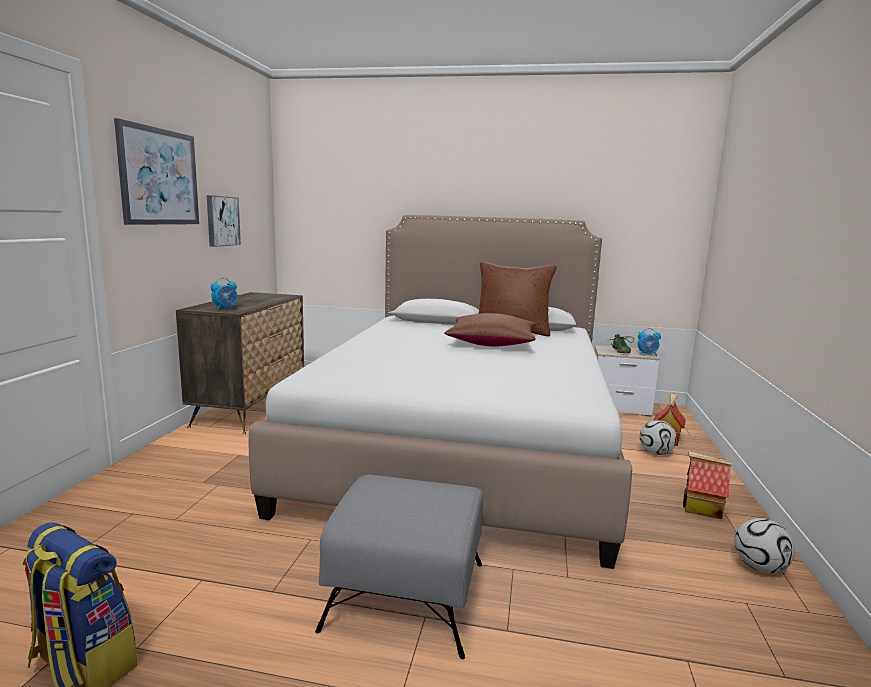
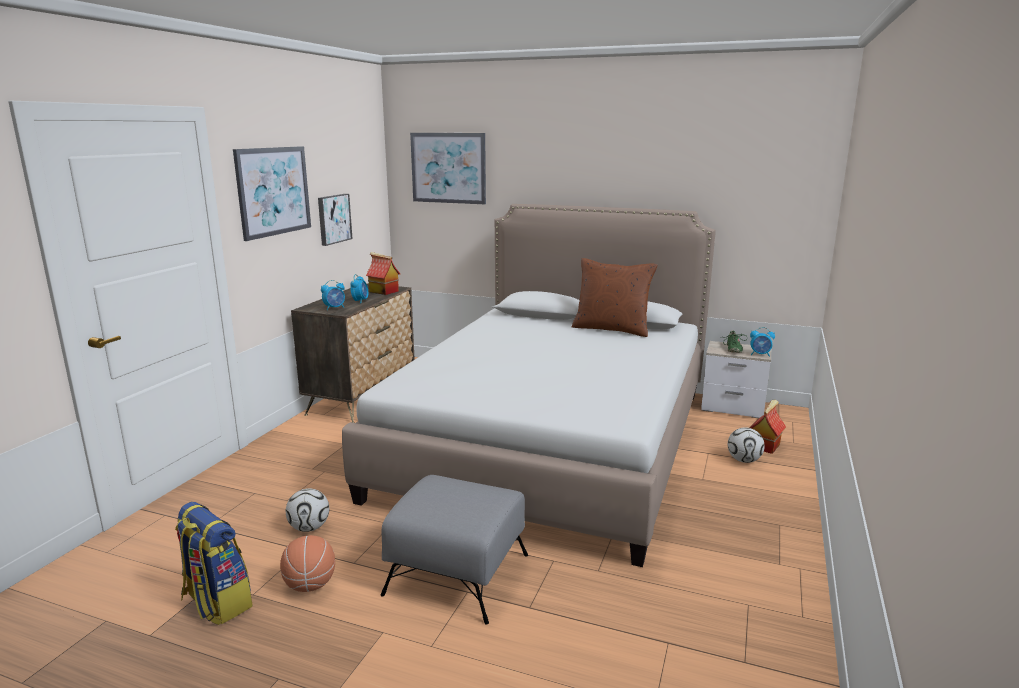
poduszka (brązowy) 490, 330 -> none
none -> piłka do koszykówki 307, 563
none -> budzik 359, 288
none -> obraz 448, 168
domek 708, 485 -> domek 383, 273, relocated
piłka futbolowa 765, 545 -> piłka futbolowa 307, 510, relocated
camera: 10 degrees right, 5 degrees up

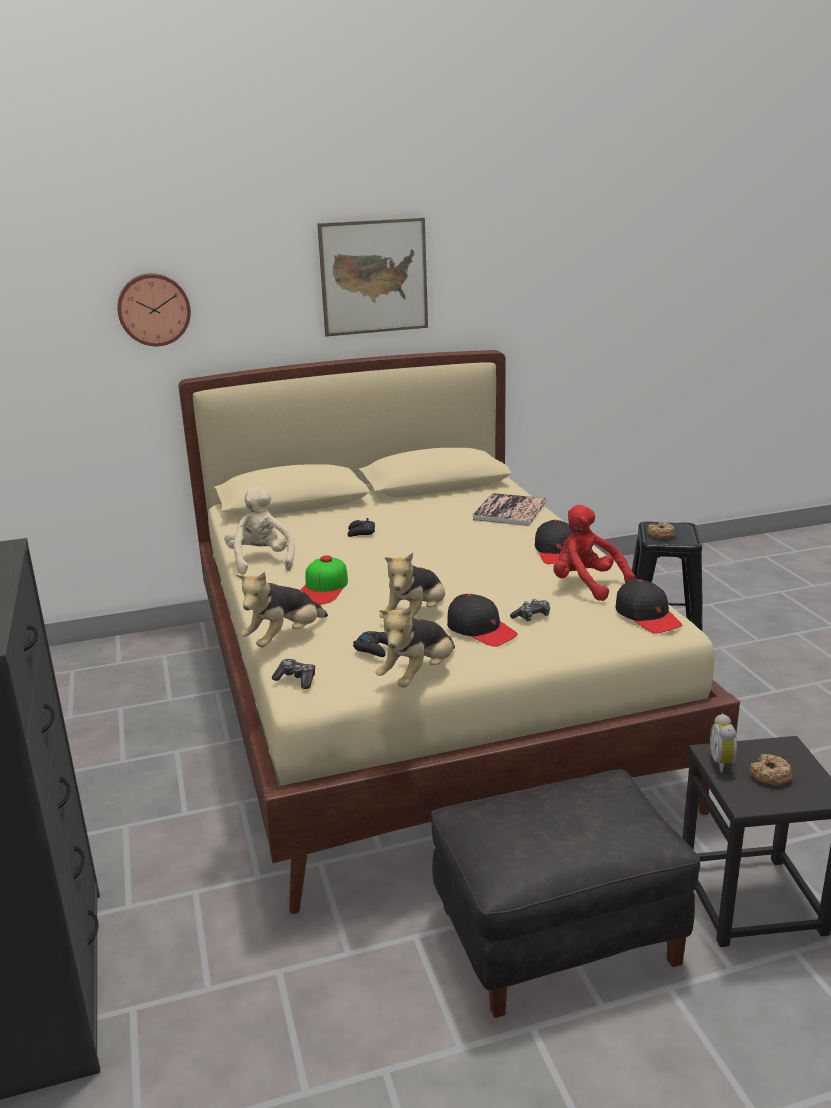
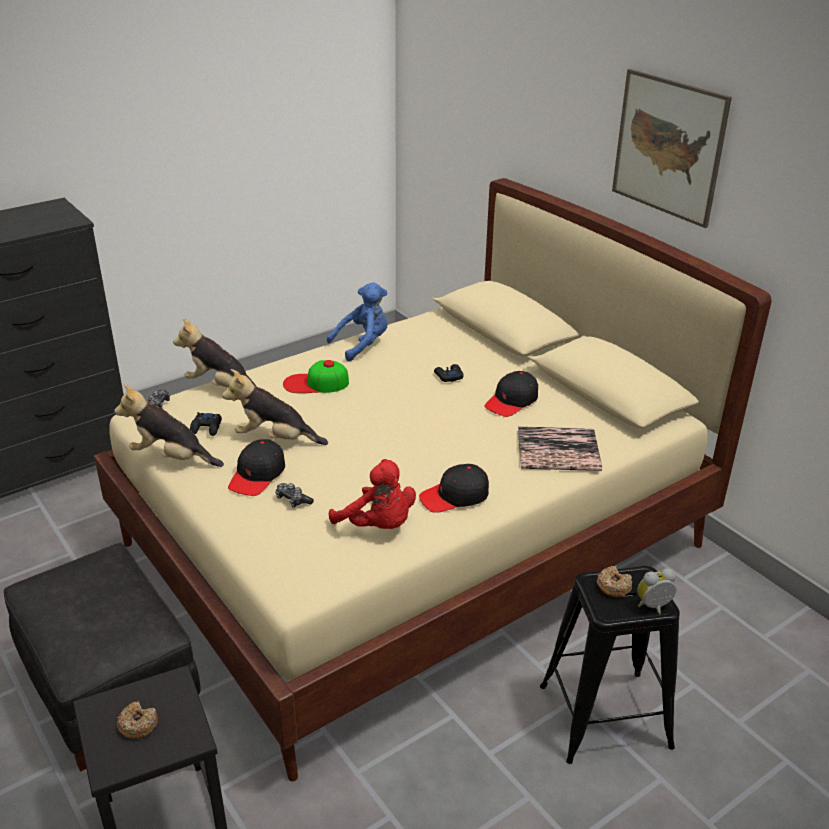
zegar ścienny 154, 309 -> none
czapka z daszkiem (czarny) 648, 606 -> czapka z daszkiem (czarny) 511, 394, relocated
budzik 723, 743 -> budzik 656, 591, relocated
pluszak (beżowy) 259, 530 -> pluszak (niebieski) 357, 322
pluszak (czerwony) 594, 553 -> pluszak (czerwony) 372, 494, 105 degrees clockwise
camera: 70 degrees right, 10 degrees up

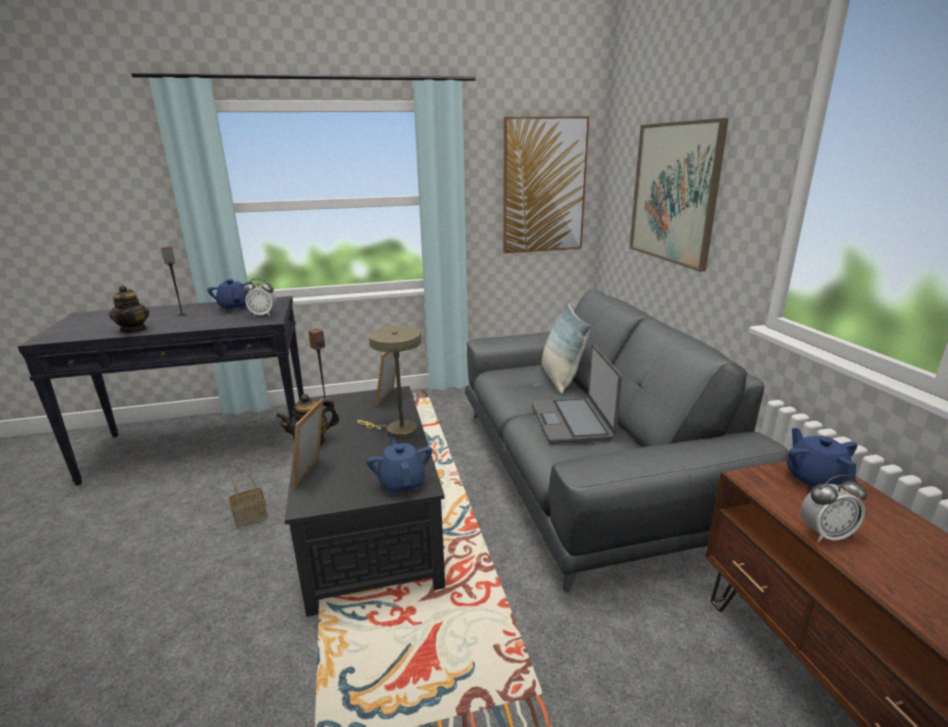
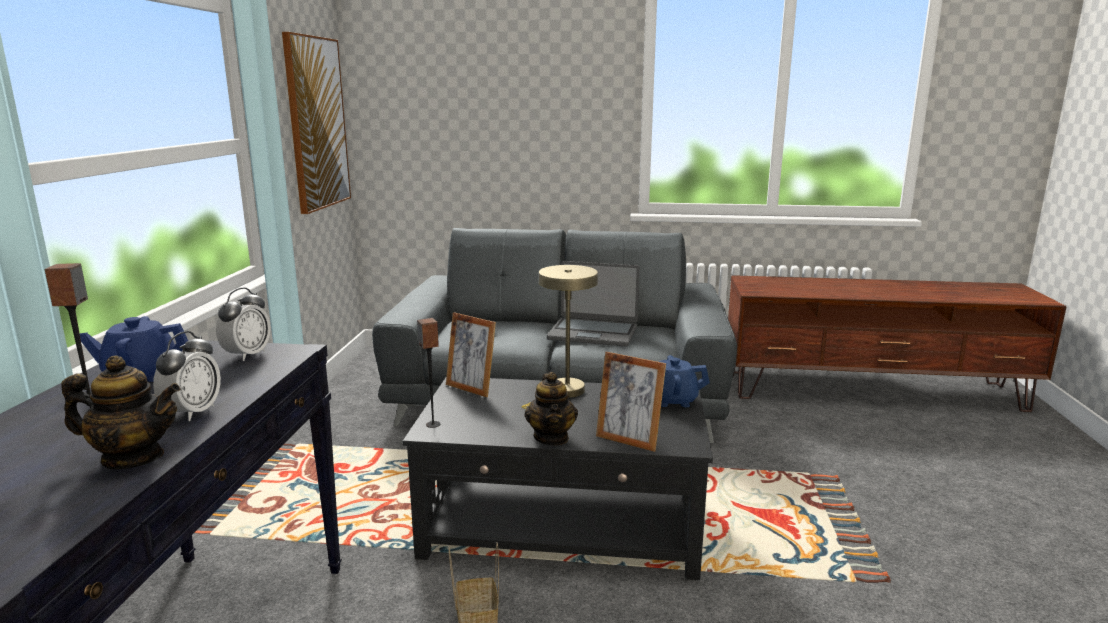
poduszka 566, 348 -> none
obraz 679, 195 -> none
imbryk (niebieski) 821, 459 -> none
budzik 834, 508 -> budzik 187, 376, relocated
camera: 70 degrees left, 5 degrees down

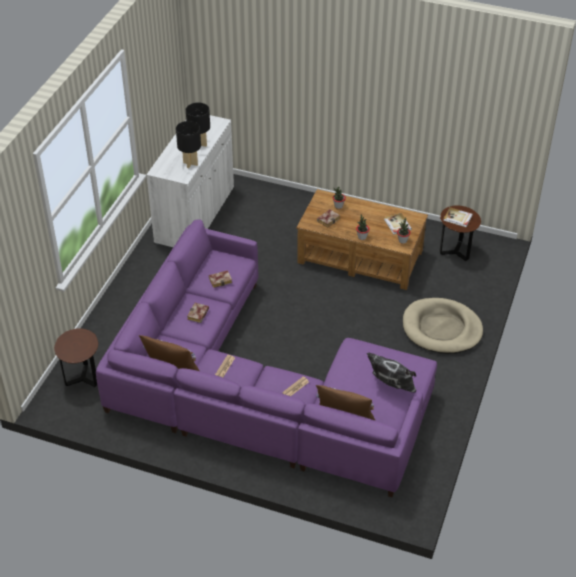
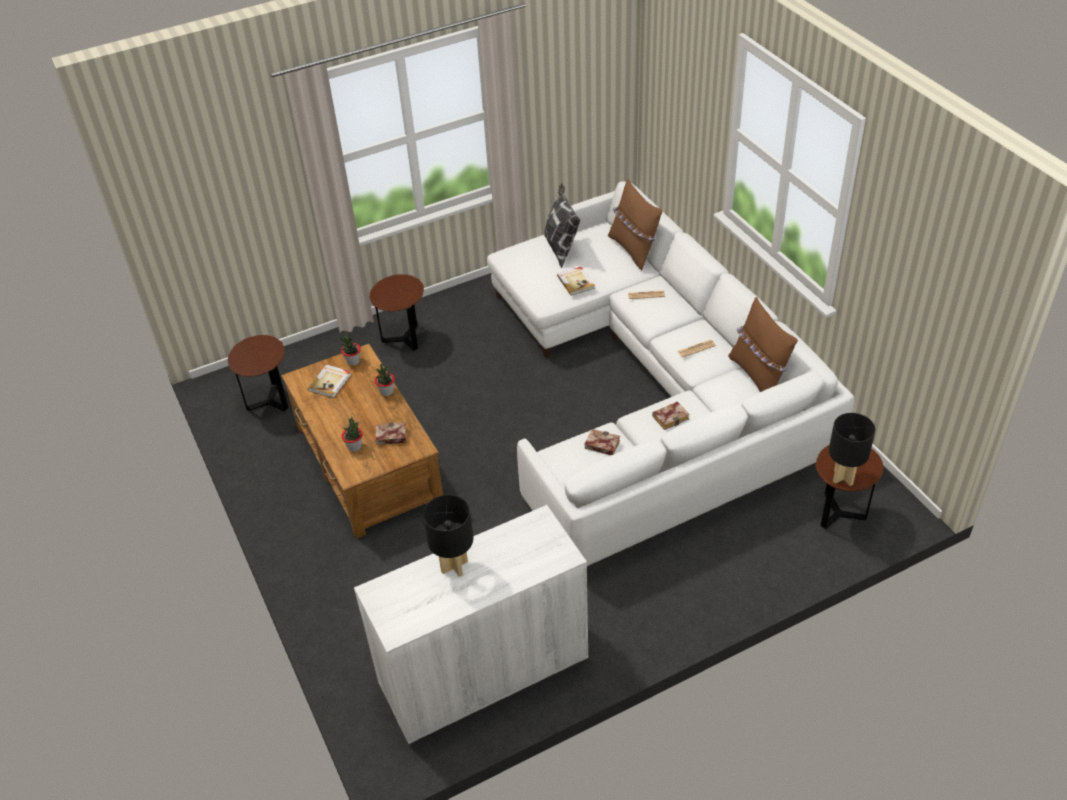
lampa stołowa (czarny) 188, 144 -> lampa stołowa (czarny) 852, 449, relocated
książka 458, 217 -> książka 576, 281, relocated
legowisko (beżowy) 443, 326 -> stolik (brązowy) 396, 312
kanapa (fioletowy) 266, 358 -> kanapa (biały) 670, 374
camera: 135 degrees left, 0 degrees up

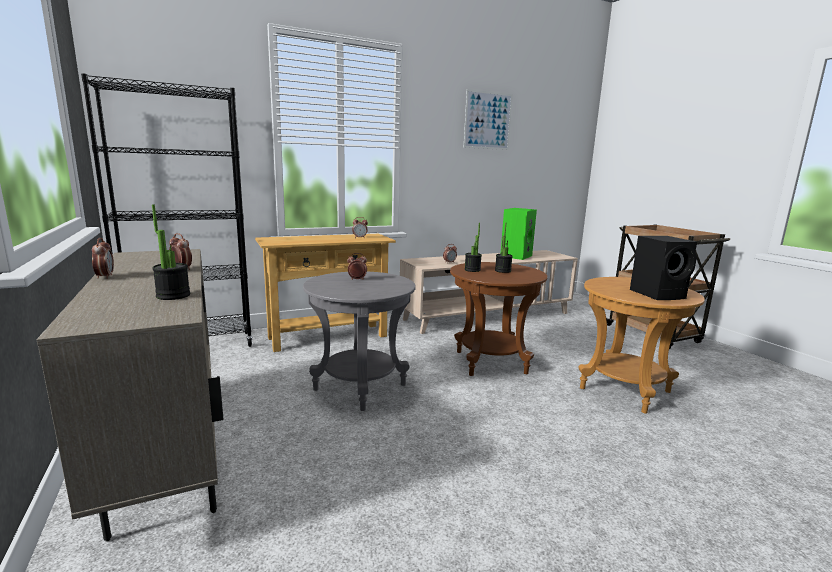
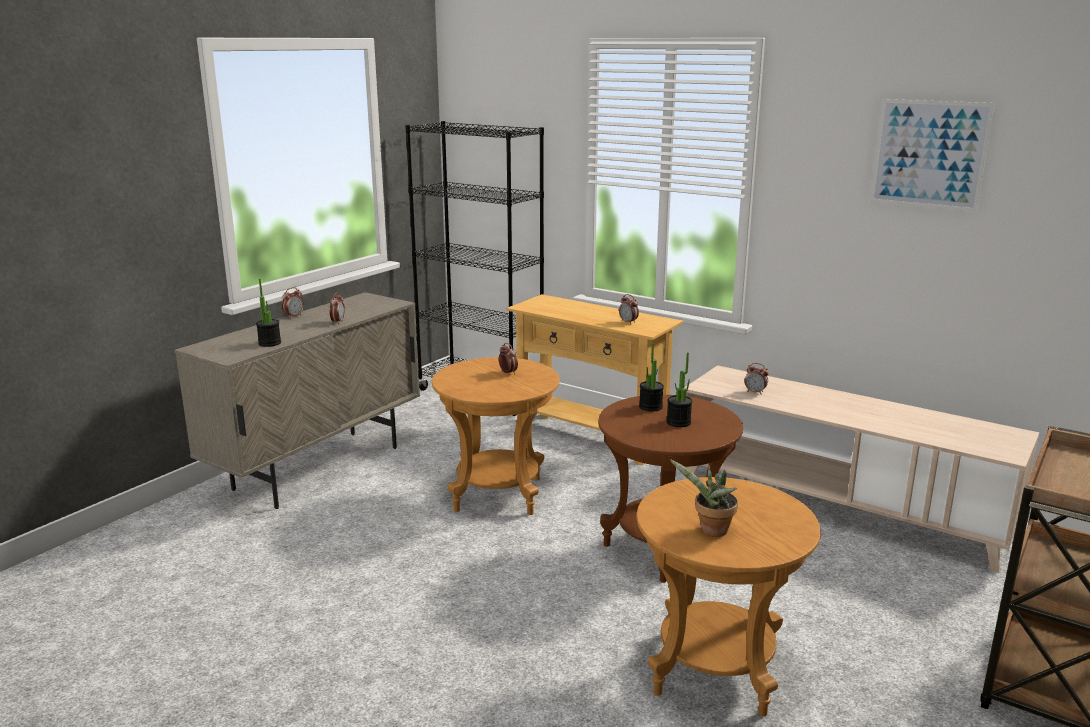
głośnik (zielony) 519, 234 -> none
głośnik (czarny) 663, 268 -> roślina doniczkowa 704, 498
stolik (szary) 359, 341 -> stolik (brązowy) 496, 436
camera: 60 degrees right, 5 degrees up

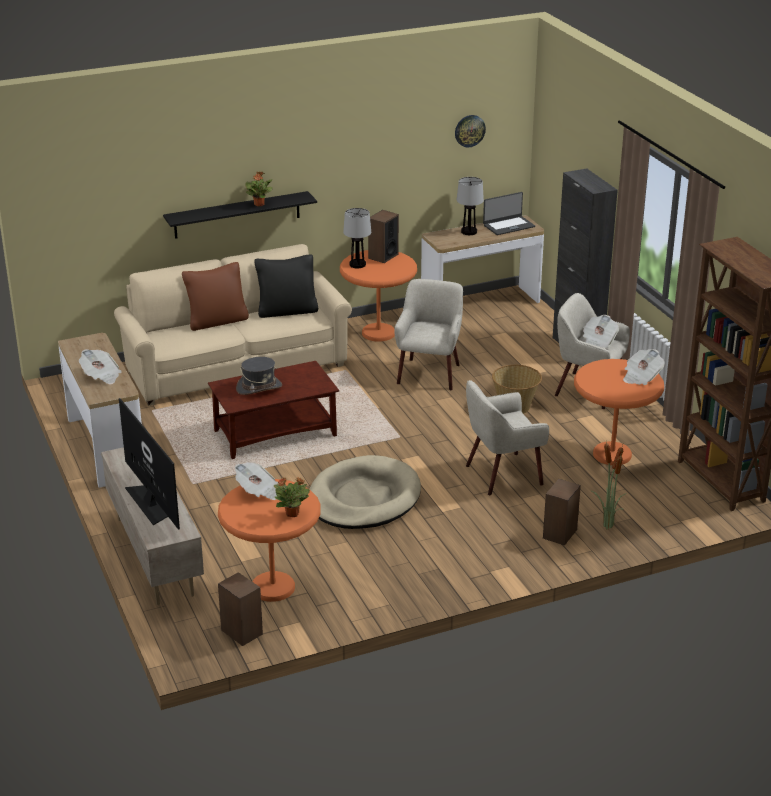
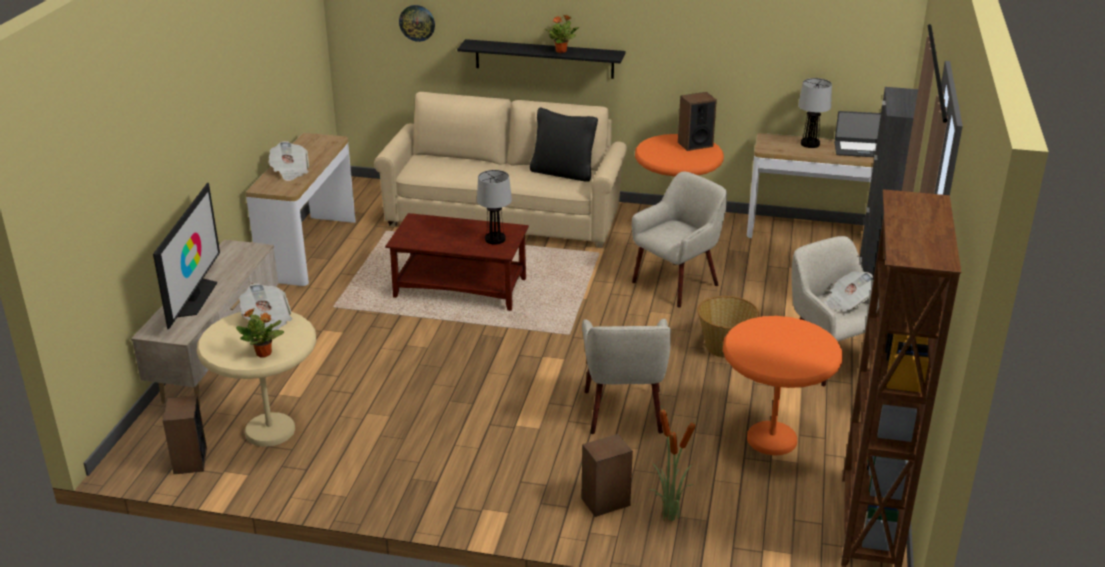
poduszka (brązowy) 215, 296 -> none
kapelusz (szary) 259, 376 -> none
legowisko (beżowy) 365, 492 -> none
gazeta 644, 367 -> none
lampa stołowa 357, 238 -> lampa stołowa 494, 207, relocated
zegar ścienny 470, 131 -> zegar ścienny 417, 23, relocated
stolik (pomarańczowy) 269, 540 -> stolik (beżowy) 256, 379
fotel (beżowy) 507, 437 -> fotel (beżowy) 626, 376, 105 degrees counterclockwise
camera: 35 degrees right, 0 degrees up

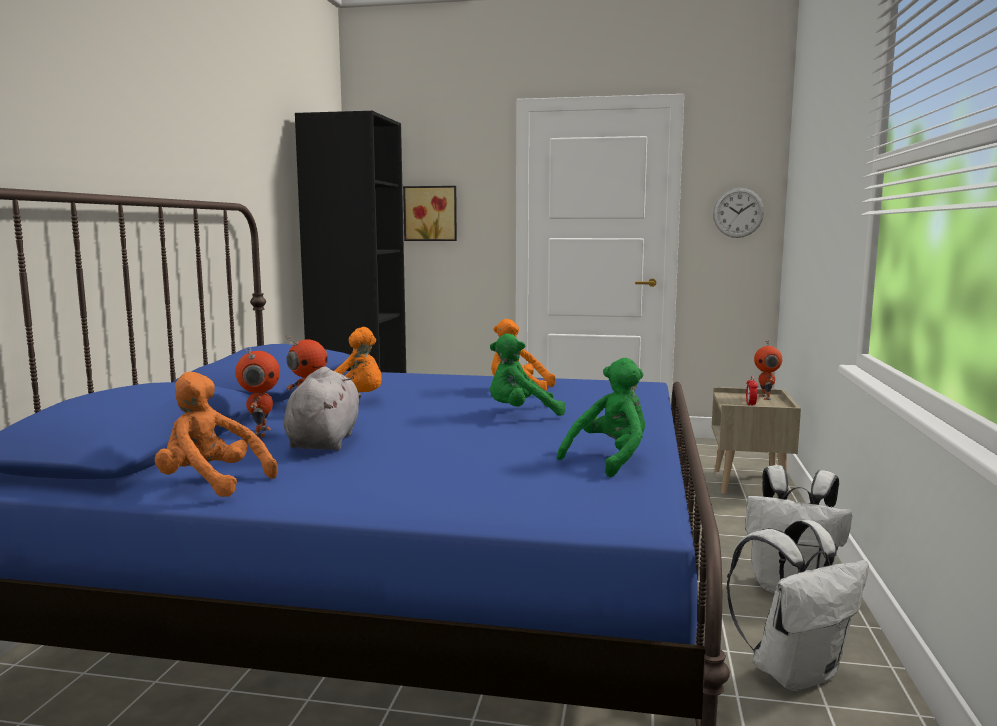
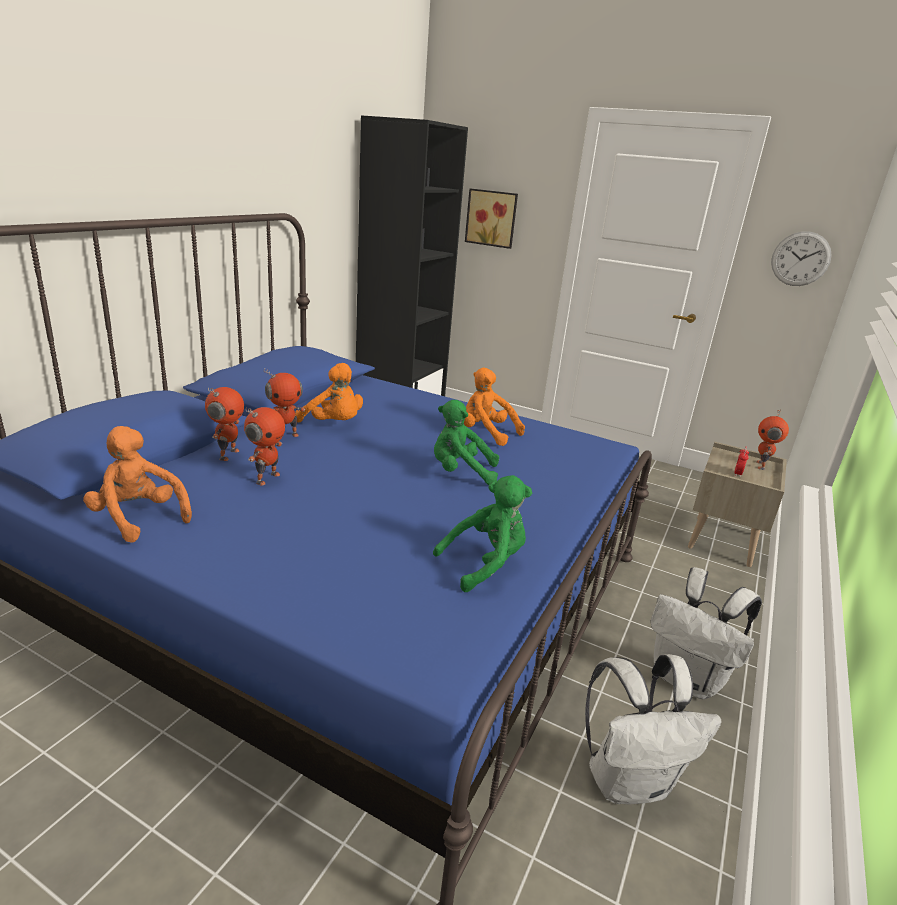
pluszak (szary) 322, 409 -> robot zabawkowy 264, 446
camera: 15 degrees right, 15 degrees up

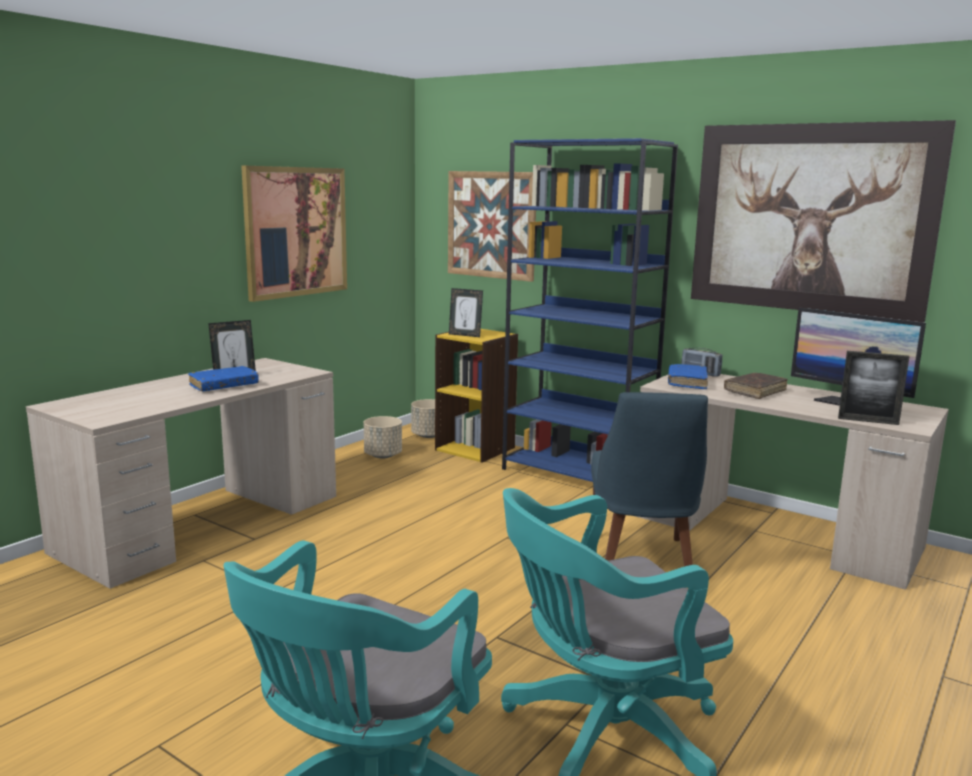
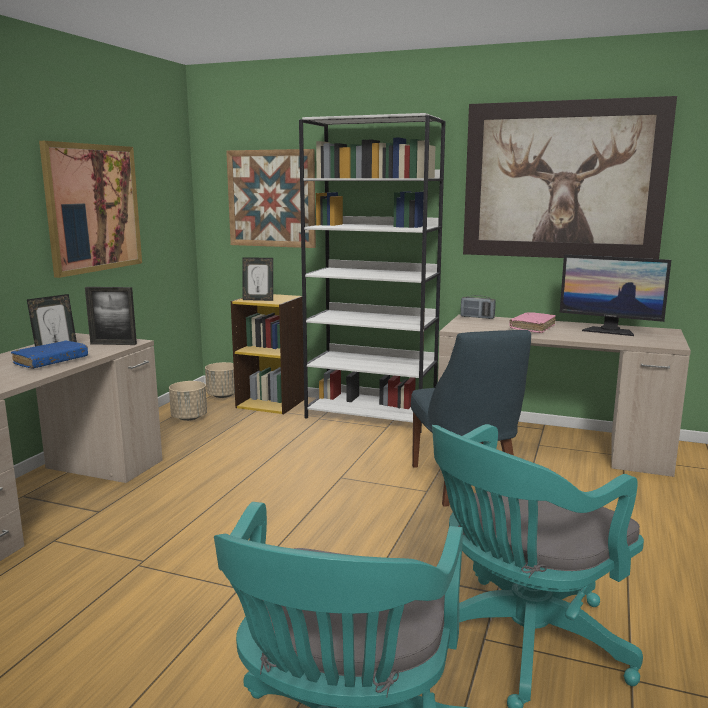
książka (niebieski) 688, 376 -> none
ramka na zdjęcie 873, 388 -> ramka na zdjęcie 111, 316, relocated
regał (niebieski) 590, 310 -> regał (biały) 372, 272
książka (brązowy) 756, 386 -> książka (różowy) 532, 322
camera: 15 degrees left, 0 degrees up

